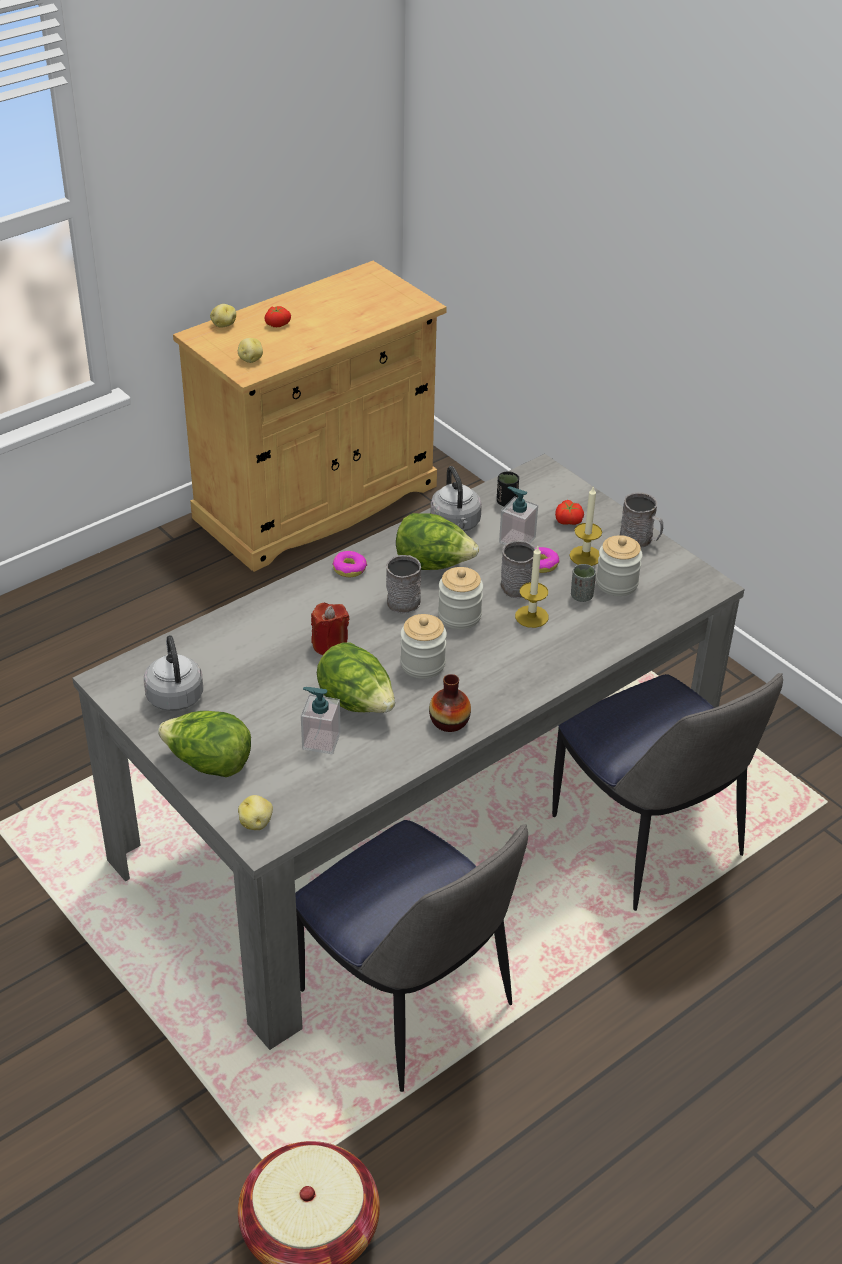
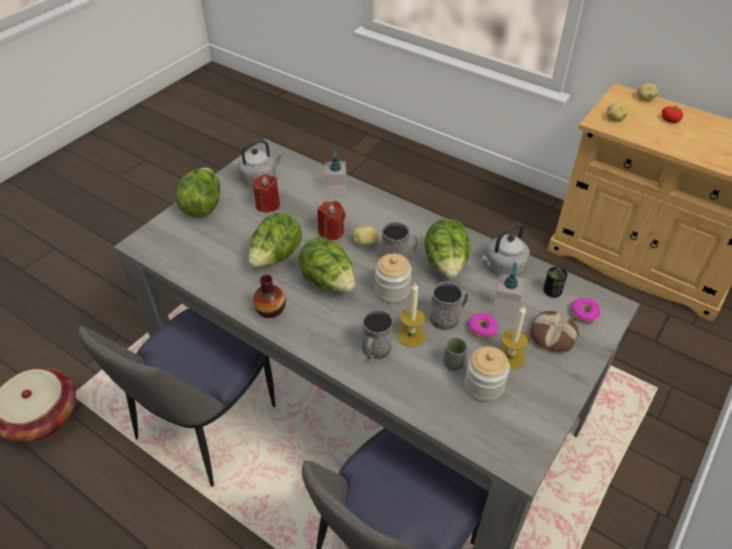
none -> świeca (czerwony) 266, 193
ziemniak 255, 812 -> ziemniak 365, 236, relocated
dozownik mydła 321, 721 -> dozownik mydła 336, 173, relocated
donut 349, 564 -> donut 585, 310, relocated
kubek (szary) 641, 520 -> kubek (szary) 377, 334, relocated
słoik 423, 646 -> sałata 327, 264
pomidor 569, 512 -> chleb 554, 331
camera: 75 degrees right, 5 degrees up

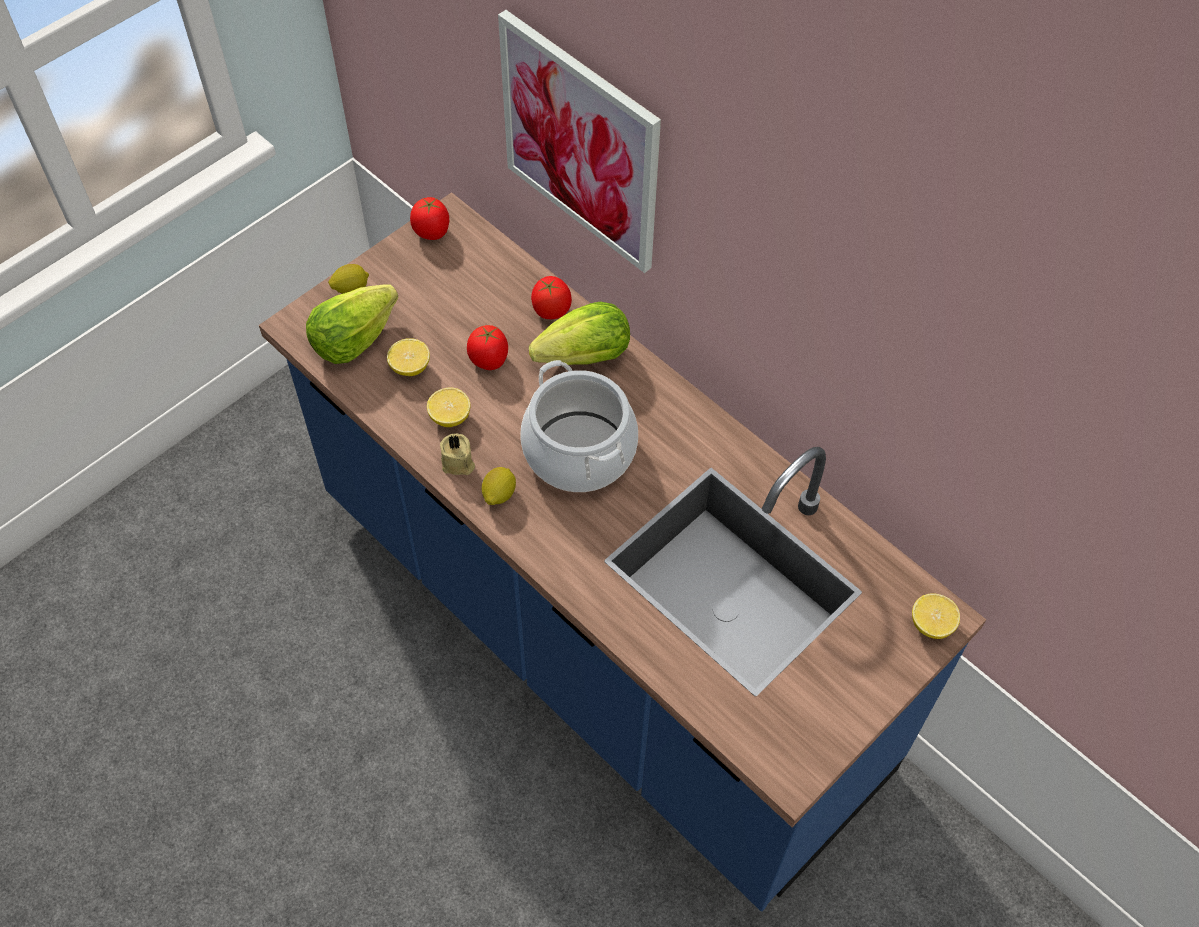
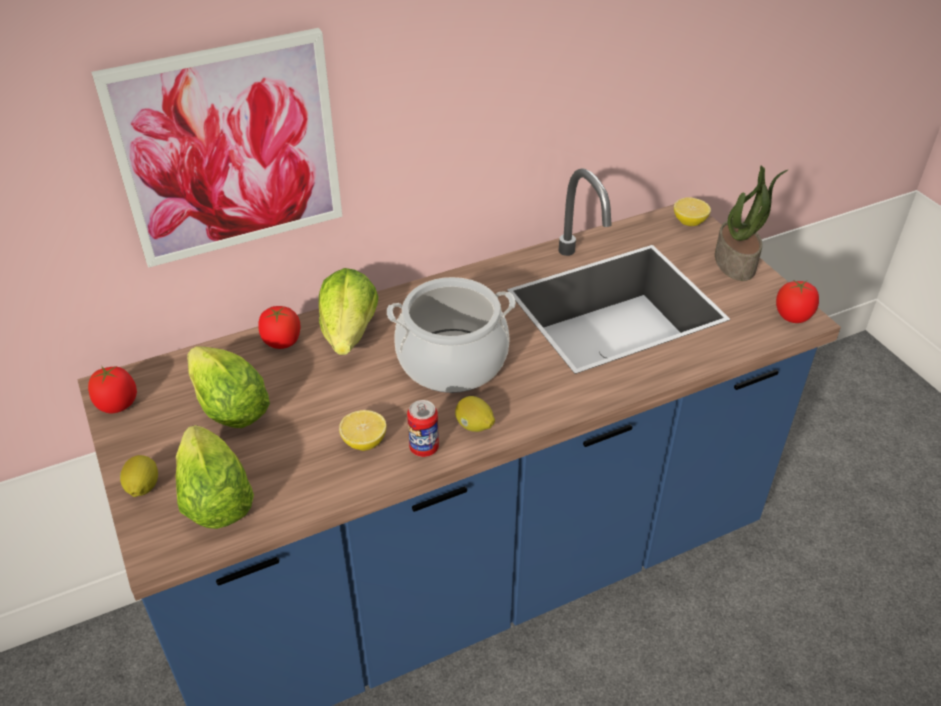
cytryna 408, 357 -> none
none -> sałata 228, 387
none -> roślina doniczkowa 751, 223
pomidor 487, 347 -> pomidor 797, 301, relocated
świeca (beżowy) 457, 454 -> puszka 423, 428
camera: 70 degrees left, 15 degrees down

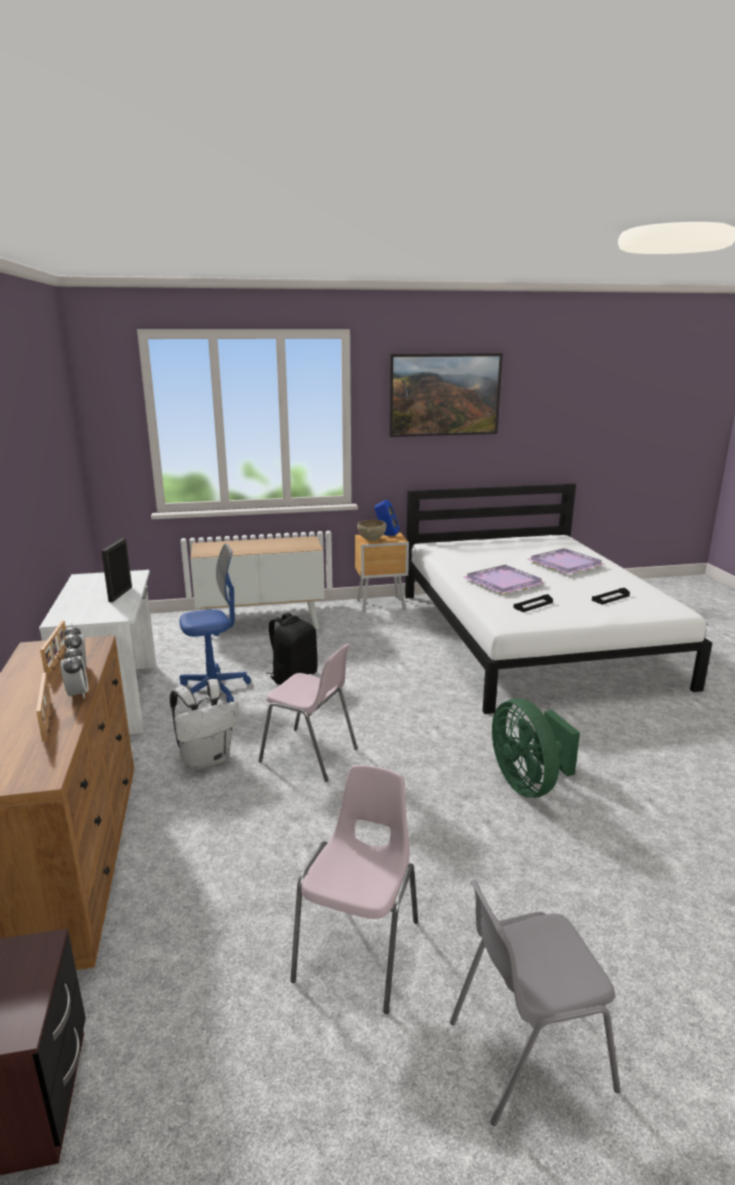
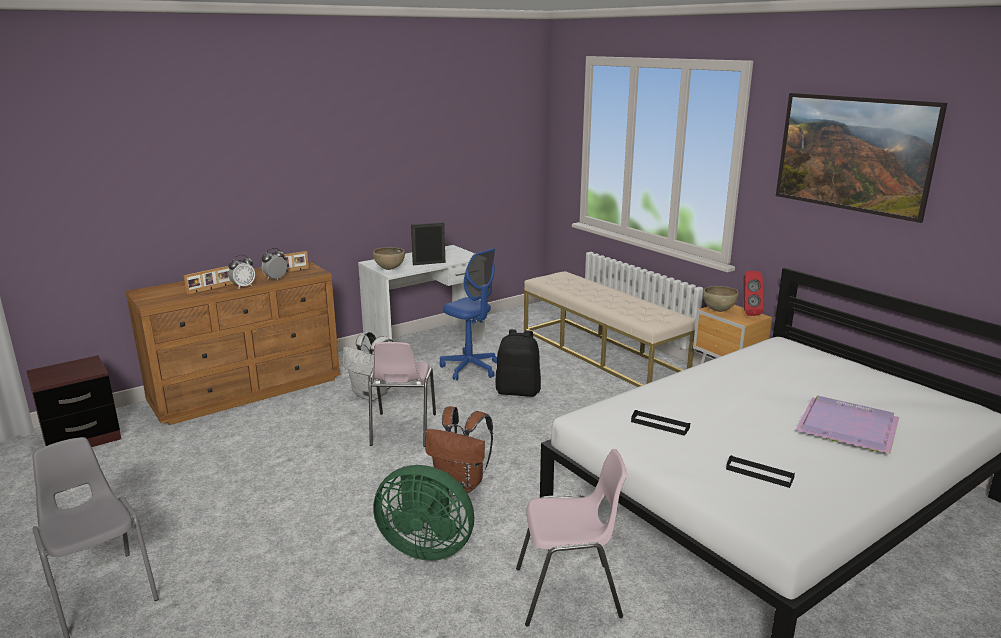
taca (fioletowy) 504, 580 -> none
none -> miska (brązowy) 389, 258
none -> plecak (brązowy) 459, 449
krzesło (różowy) 354, 889 -> krzesło (różowy) 571, 538, relocated
szafka 257, 587 -> ławka (beżowy) 610, 329
głośnik (niebieski) 387, 518 -> głośnik (czerwony) 753, 293
wentylator (zielony) 536, 748 -> wentylator (zielony) 423, 513, 120 degrees counterclockwise
camera: 65 degrees right, 0 degrees up

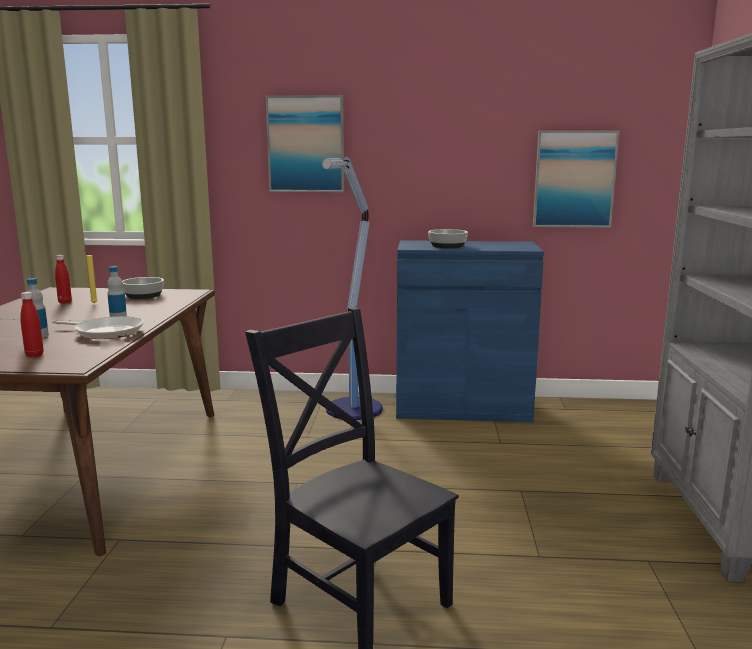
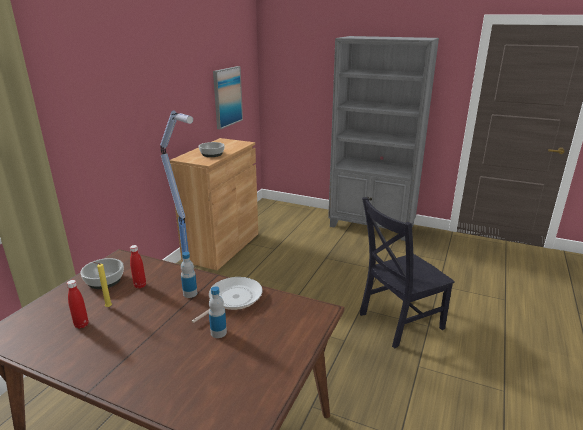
obraz 305, 143 -> none
butelka (czerwony) 32, 324 -> butelka (czerwony) 138, 267, relocated
szafka (niebieski) 470, 331 -> szafka (brązowy) 214, 204
camera: 70 degrees left, 10 degrees up

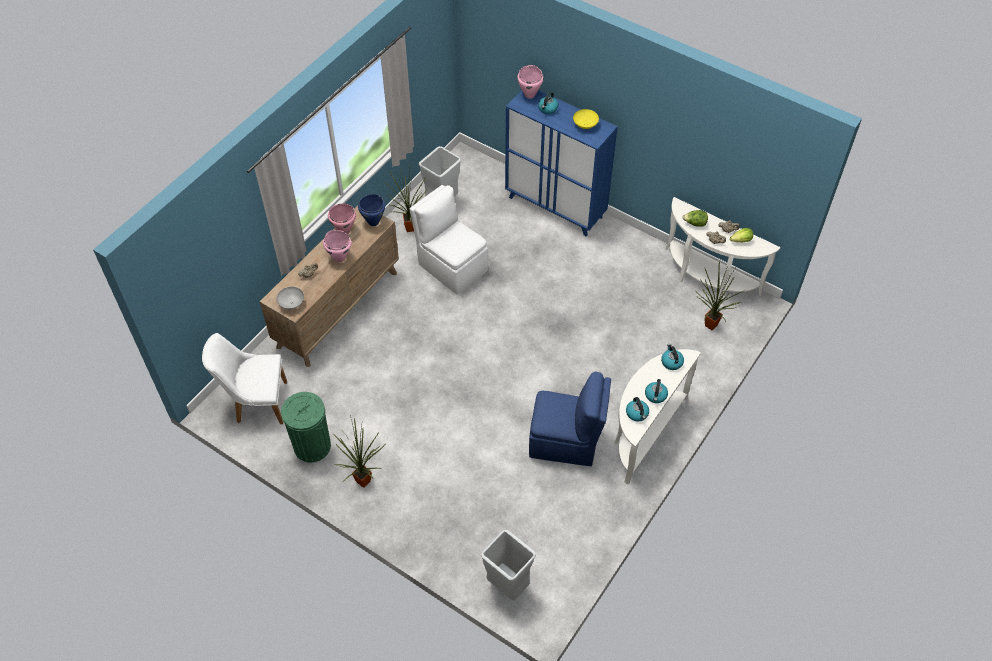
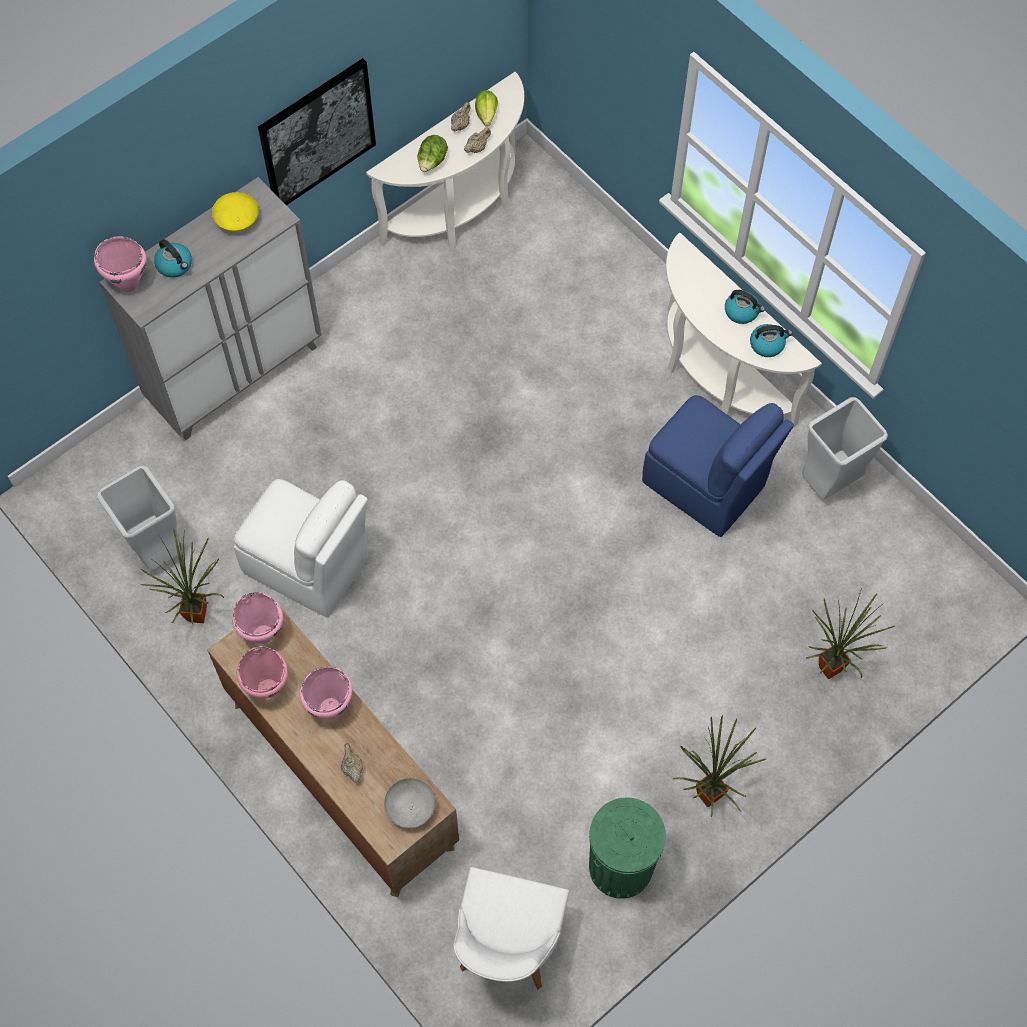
czajnik 672, 357 -> none
none -> obraz 317, 131
kosz na śmieci (szary) 508, 565 -> kosz na śmieci (szary) 845, 448, relocated
roślina doniczkowa 720, 295 -> roślina doniczkowa 850, 633, relocated
garnek (niebieski) 371, 210 -> garnek (różowy) 257, 618
szafka (niebieski) 561, 163 -> szafka (szary) 211, 308
krzesło (biały) 448, 239 -> krzesło (biały) 301, 548, 120 degrees counterclockwise
krzesło (niebieski) 570, 419 -> krzesło (niebieski) 718, 466, 105 degrees clockwise
camera: 75 degrees left, 10 degrees up

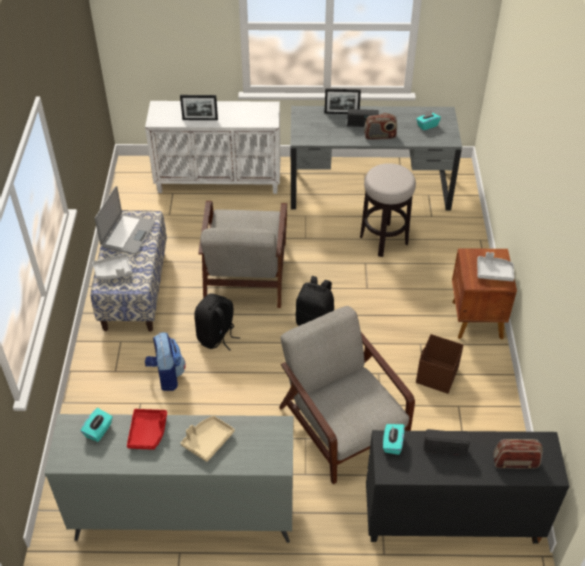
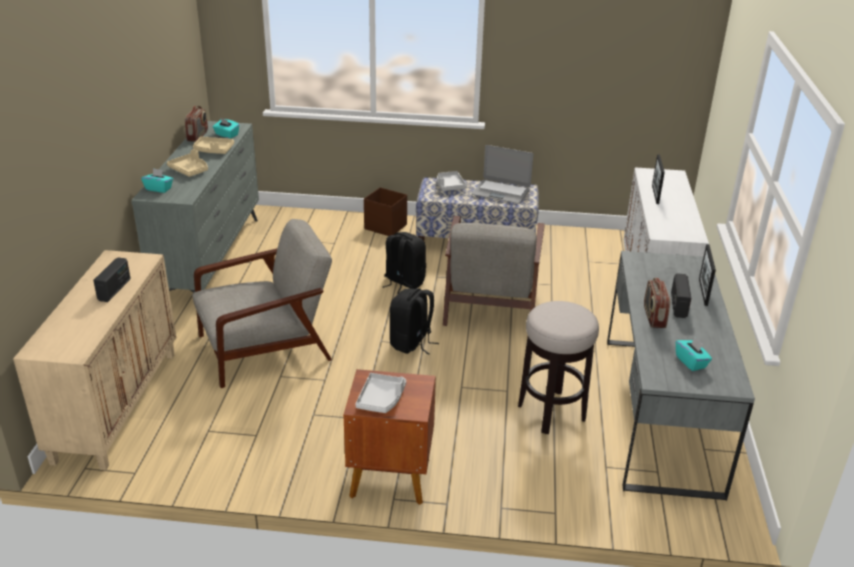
plecak 165, 361 -> none
pudełko chusteczek (turkusowy) 394, 439 -> pudełko chusteczek (turkusowy) 157, 180, relocated
pojemnik do przechowywania (brązowy) 440, 364 -> pojemnik do przechowywania (brązowy) 385, 211, relocated
radio 518, 454 -> radio 196, 124, relocated
taca (czerwony) 147, 429 -> taca (beżowy) 213, 145
szafka (czarny) 467, 486 -> szafka (beżowy) 94, 360
fotel (szary) 242, 254 -> fotel (szary) 494, 271, 90 degrees counterclockwise
camera: 95 degrees right, 15 degrees down

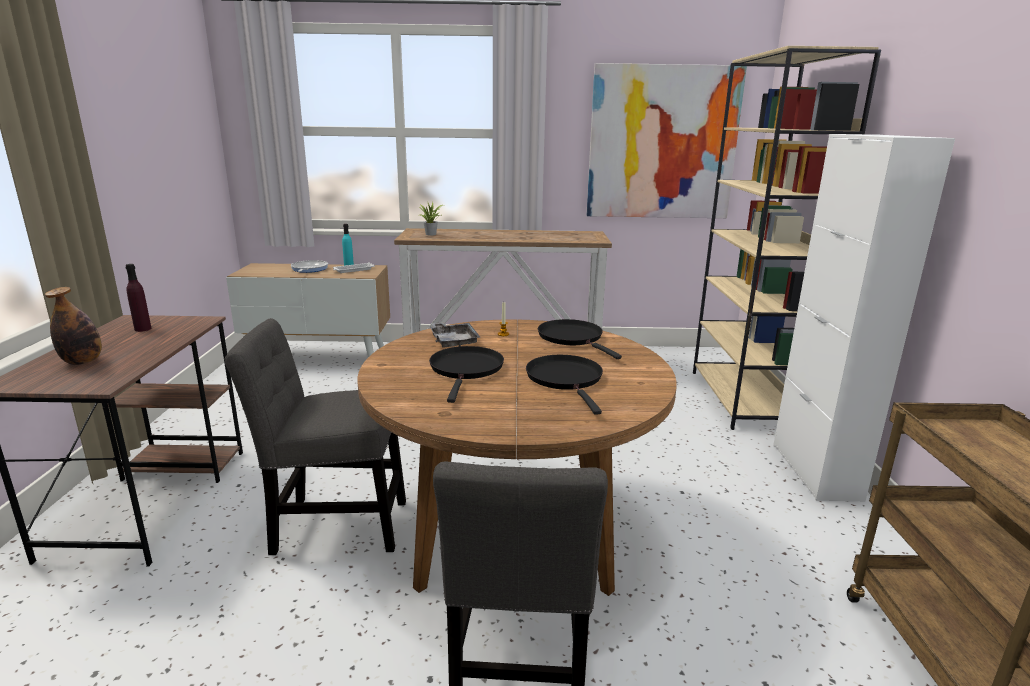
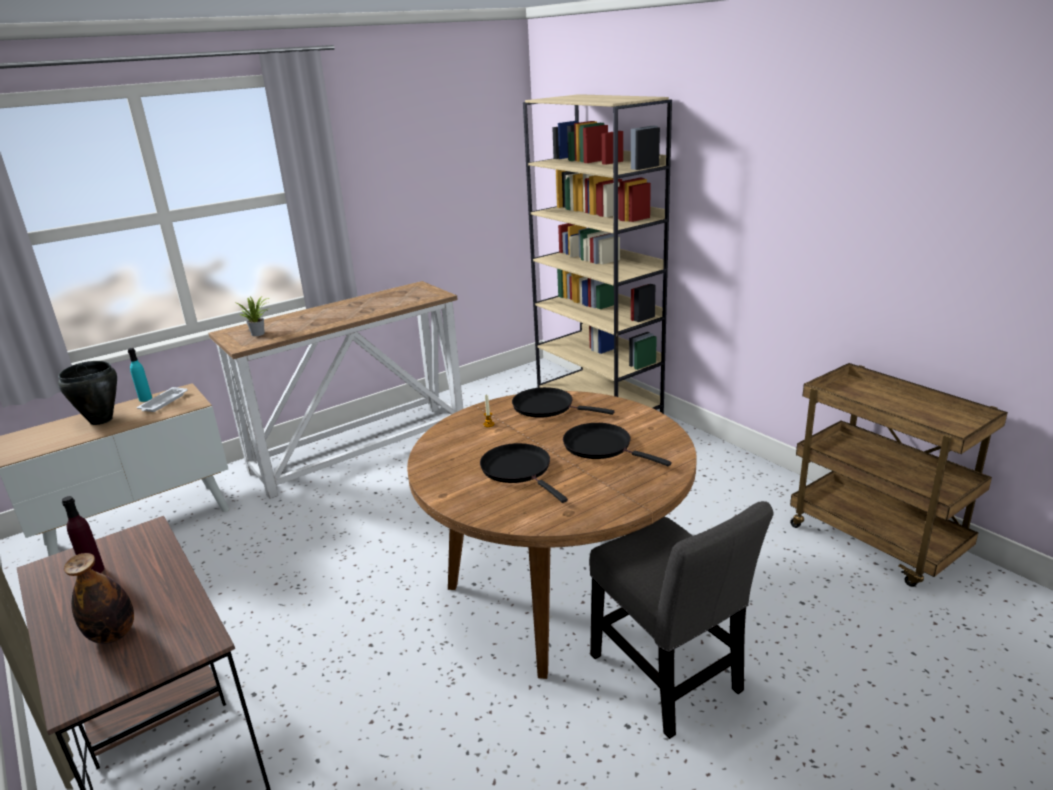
krzesło (szary) 315, 436 -> none
taca (szary) 455, 335 -> none
obraz 666, 140 -> none
szafka (biały) 864, 317 -> none
patelnia 309, 266 -> garnek (czarny) 87, 393
camera: 35 degrees left, 5 degrees up

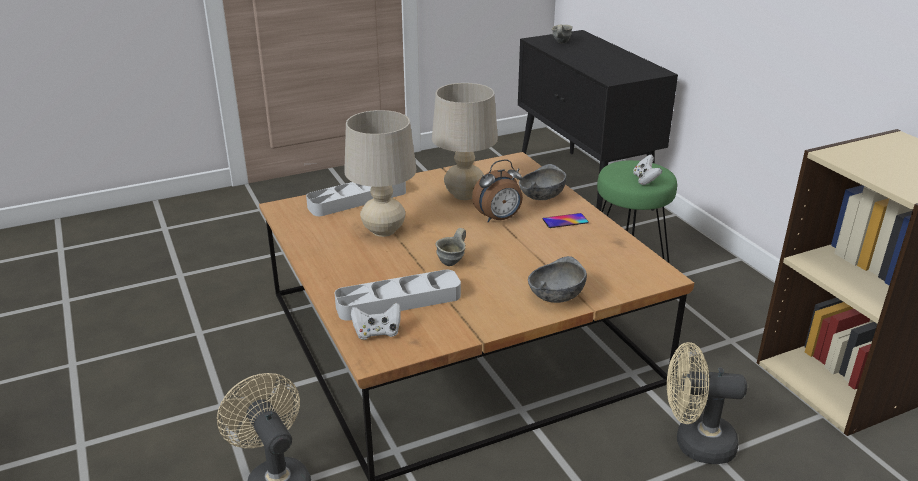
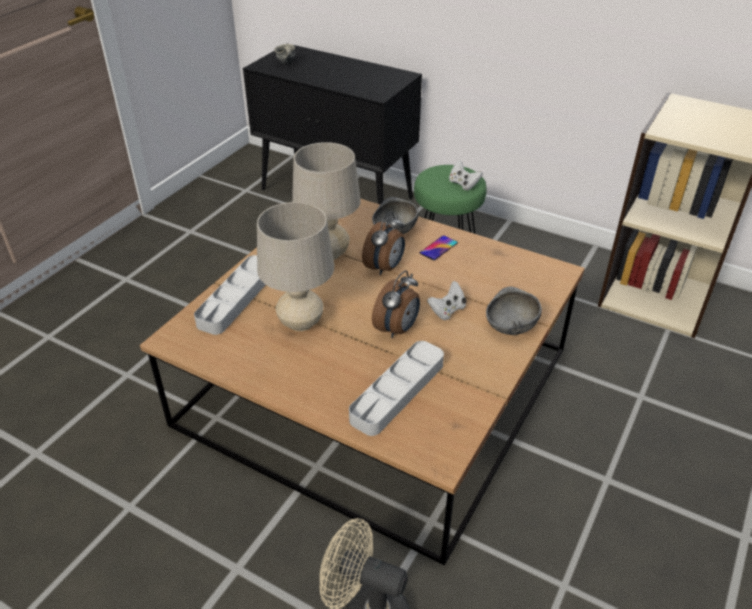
wentylator (beżowy) 707, 403 -> none
pad do gier (biały) 376, 321 -> pad do gier (biały) 447, 300, relocated
kubek (szary) 451, 247 -> budzik 396, 304
camera: 35 degrees left, 10 degrees up

